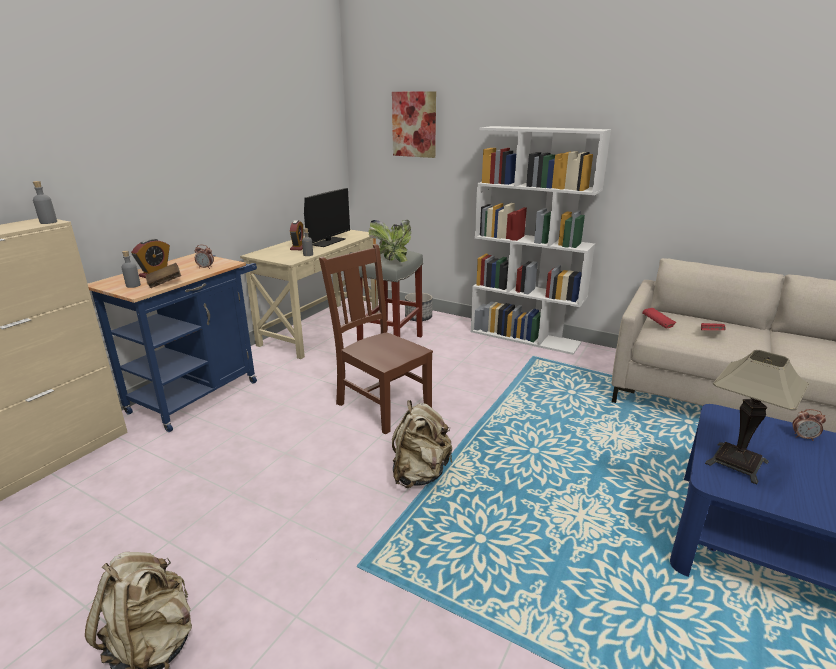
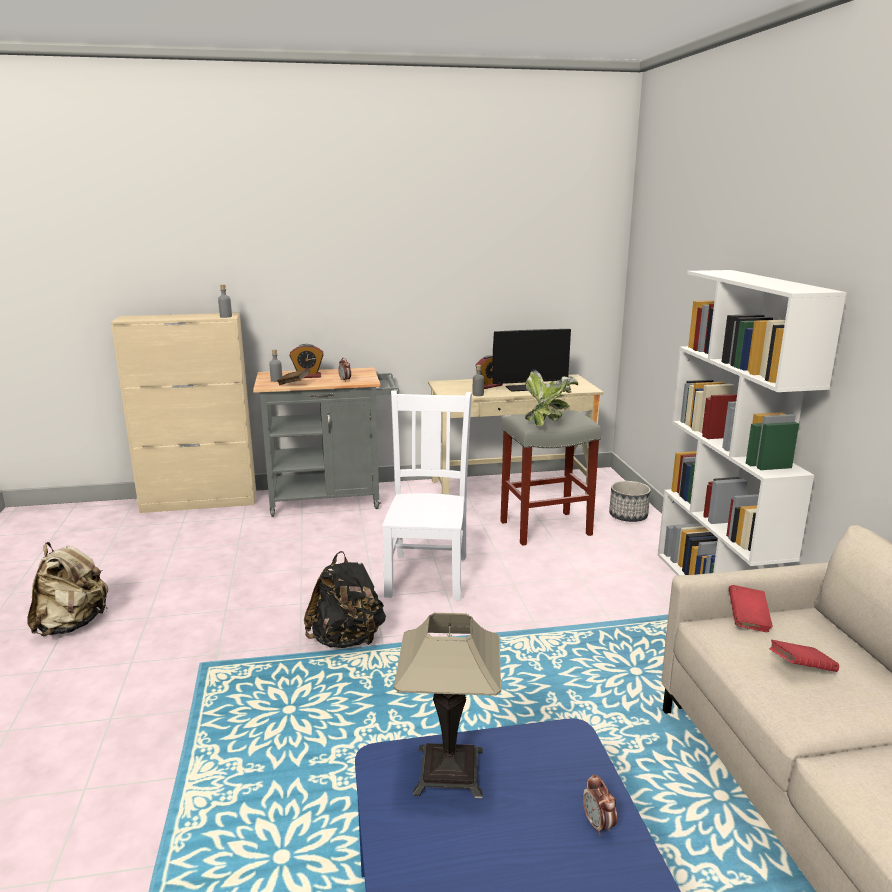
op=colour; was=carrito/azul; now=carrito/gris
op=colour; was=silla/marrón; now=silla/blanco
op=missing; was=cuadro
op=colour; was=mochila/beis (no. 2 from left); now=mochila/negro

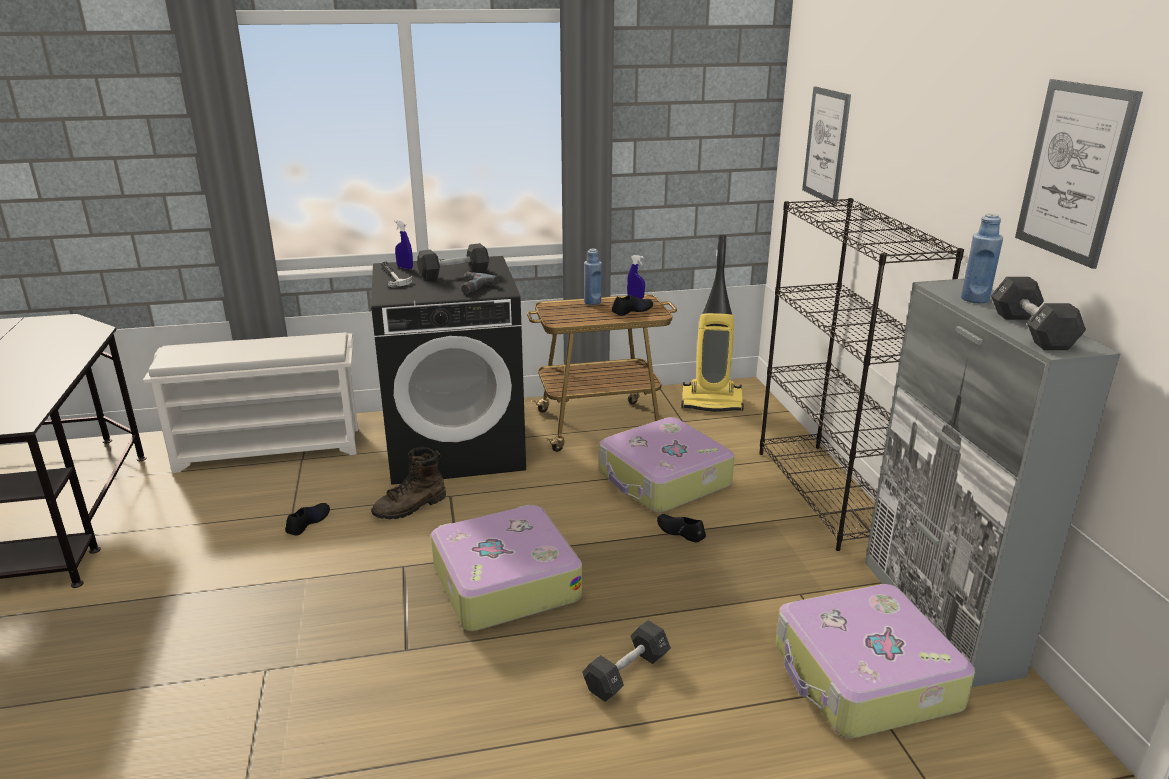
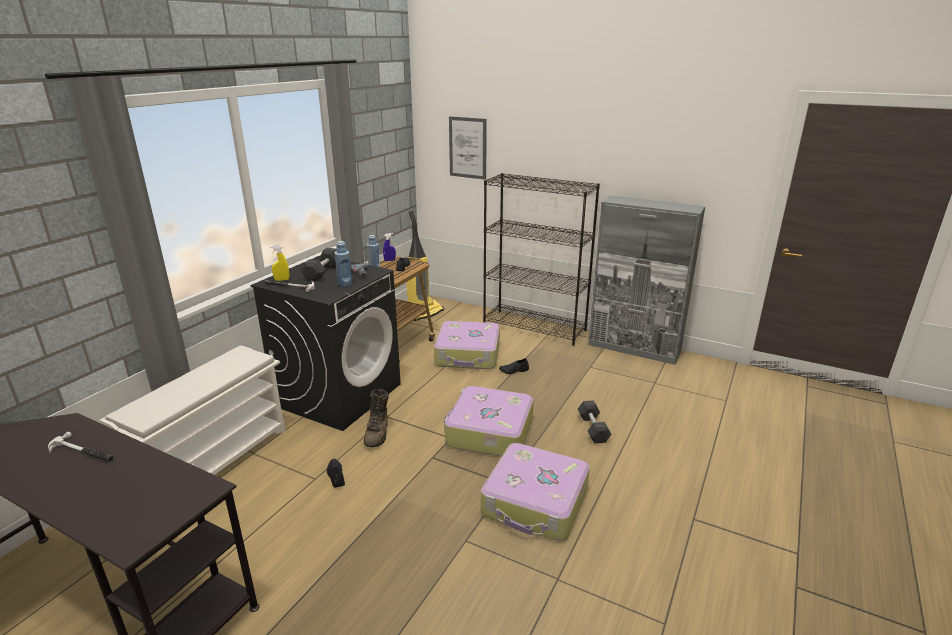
op=colour; was=pulverizador/azul (no. 1 from left); now=pulverizador/amarillo
op=relocated; was=maleta (no. 3 from left)
op=relocated; was=botella/azul (no. 2 from left in the first image); now=botella/azul (no. 1 from left)
op=missing; was=mancuerna/negro (no. 3 from left)
op=missing; was=cuadro (no. 2 from left)
op=appeared; now=martillo (no. 1 from left)

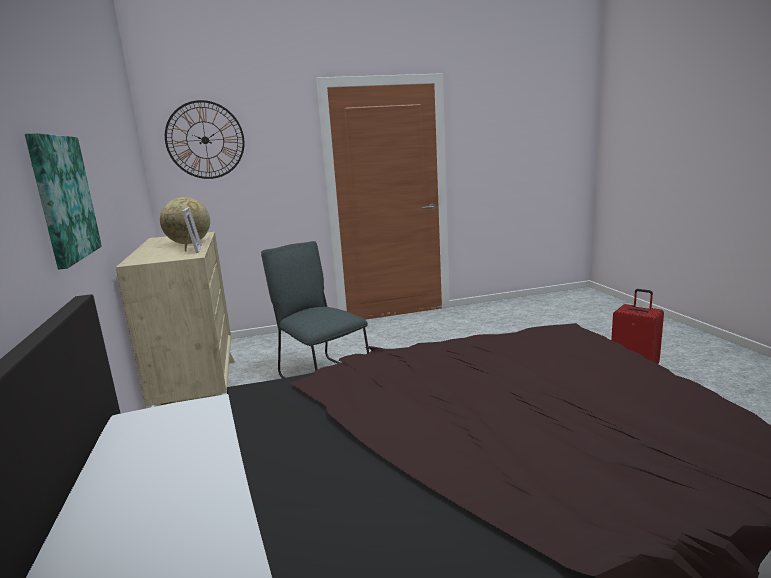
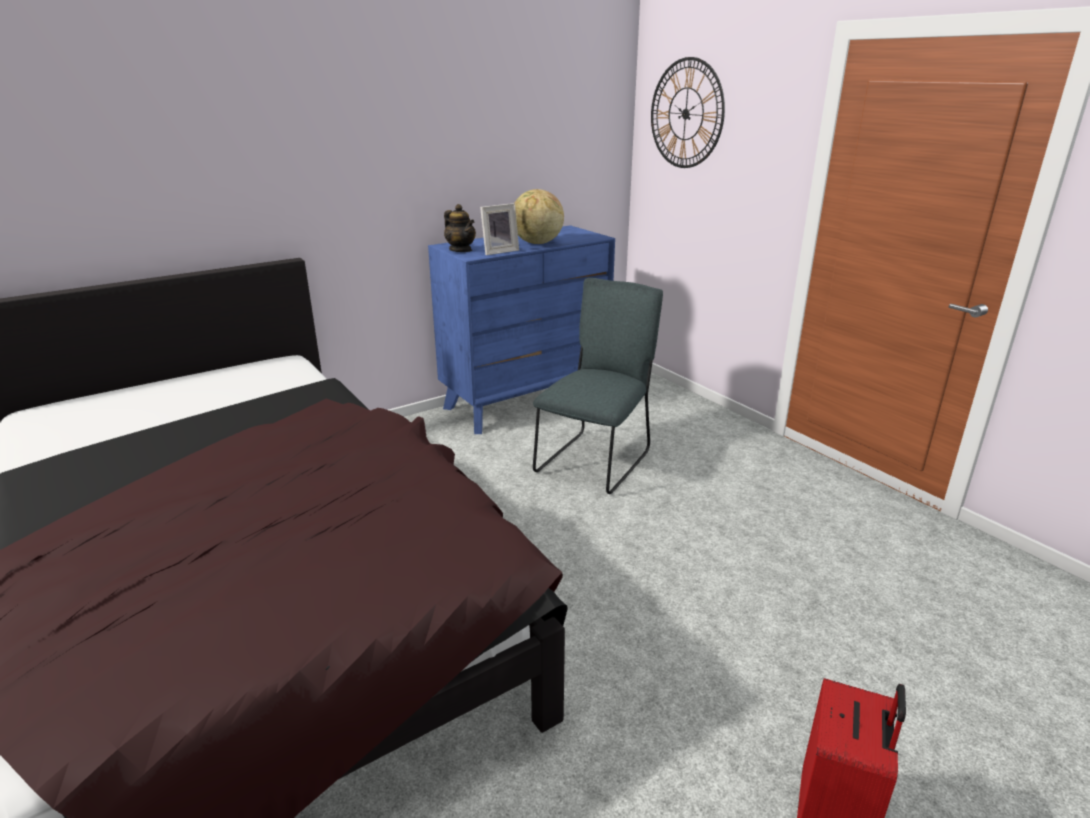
op=missing; was=cuadro
op=colour; was=cómoda/beis; now=cómoda/azul
op=appeared; now=tetera

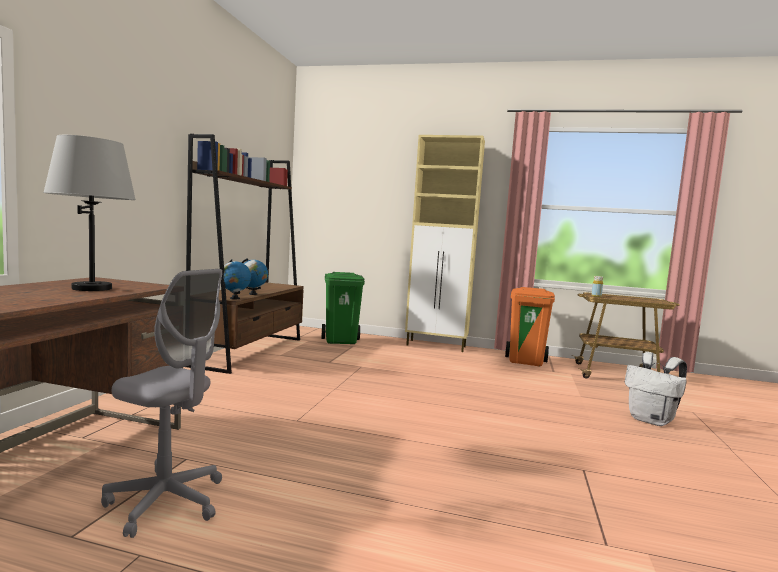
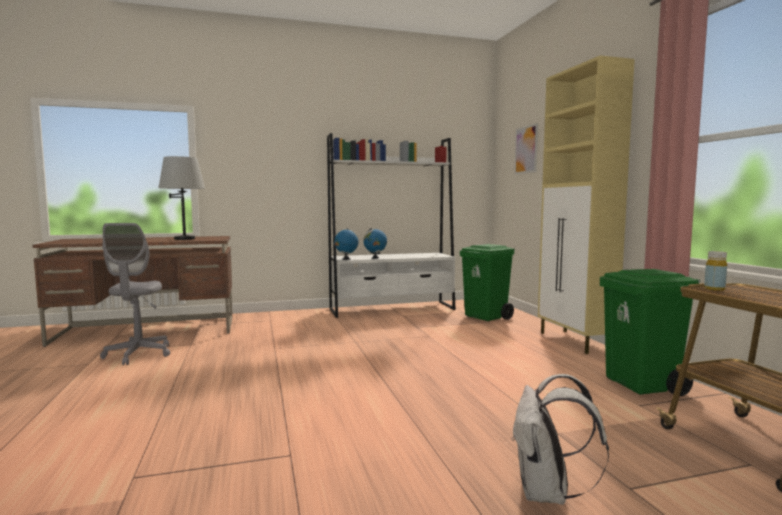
op=colour; was=estantería/marrón; now=estantería/blanco
op=colour; was=papelera/naranja; now=papelera/verde (no. 2 from left)
op=appeared; now=cuadro

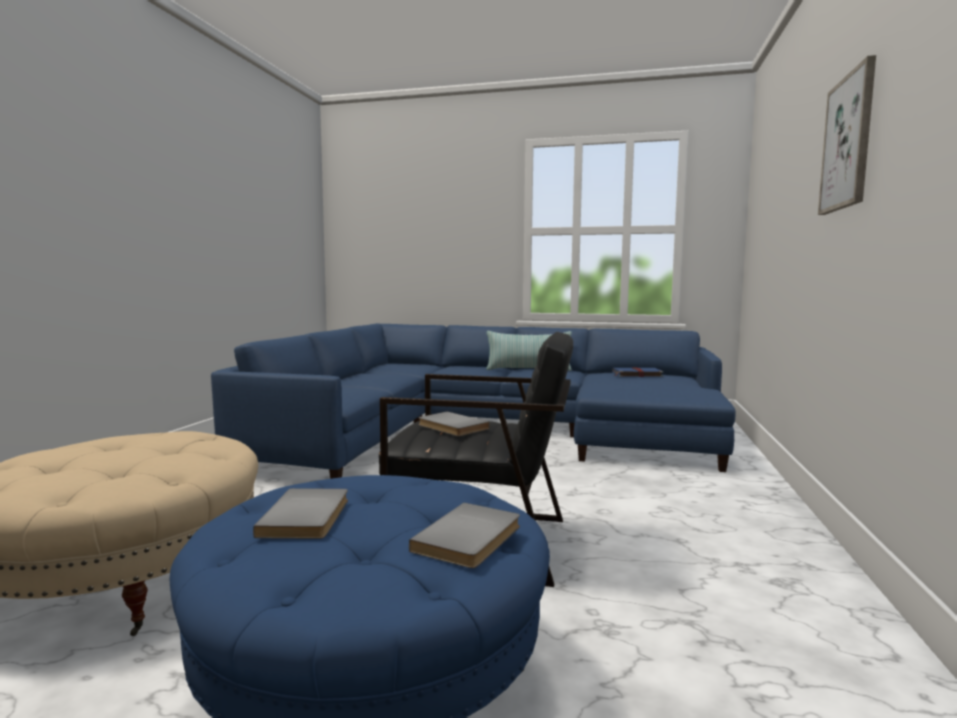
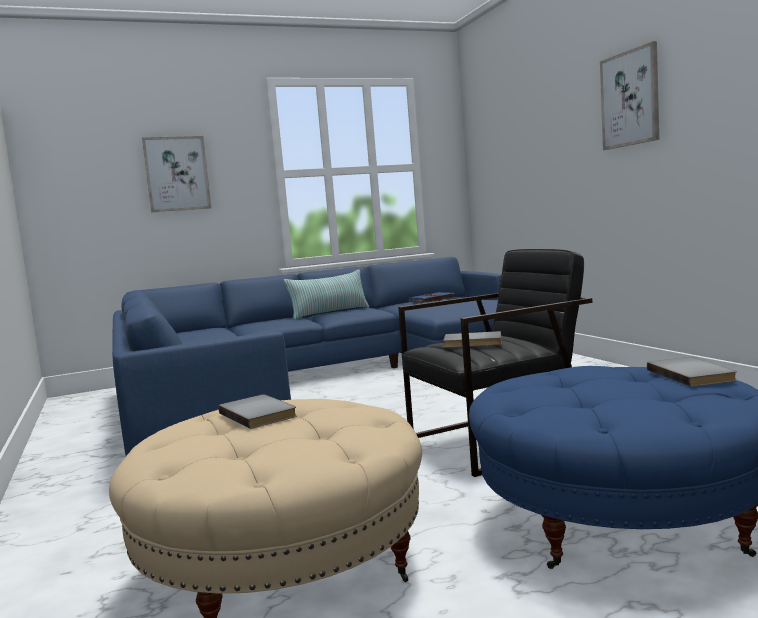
op=relocated; was=libro/gris (no. 1 from left)
op=appeared; now=cuadro (no. 1 from left)

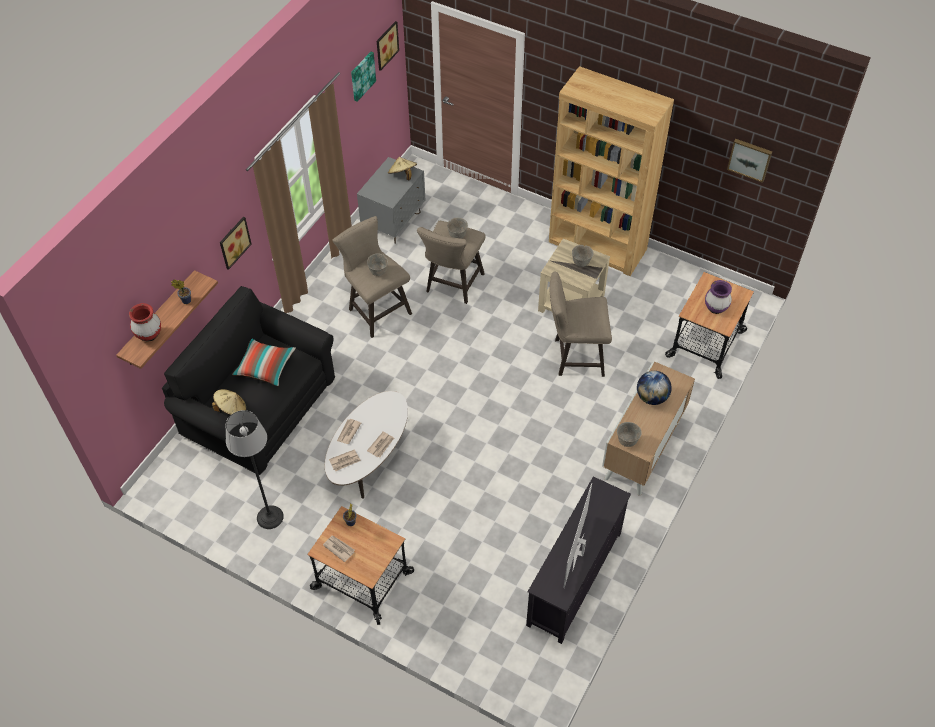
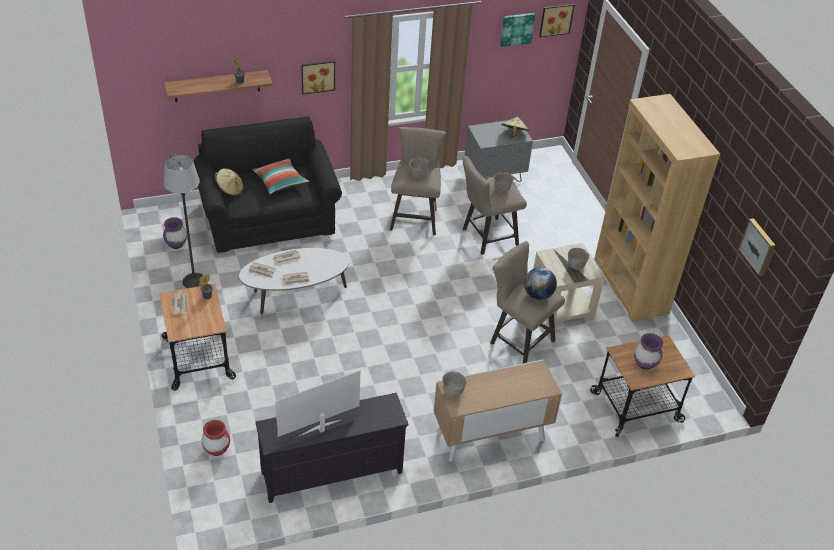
op=relocated; was=florero/rojo
op=relocated; was=globo terráqueo
op=appeared; now=florero/morado (no. 1 from left)

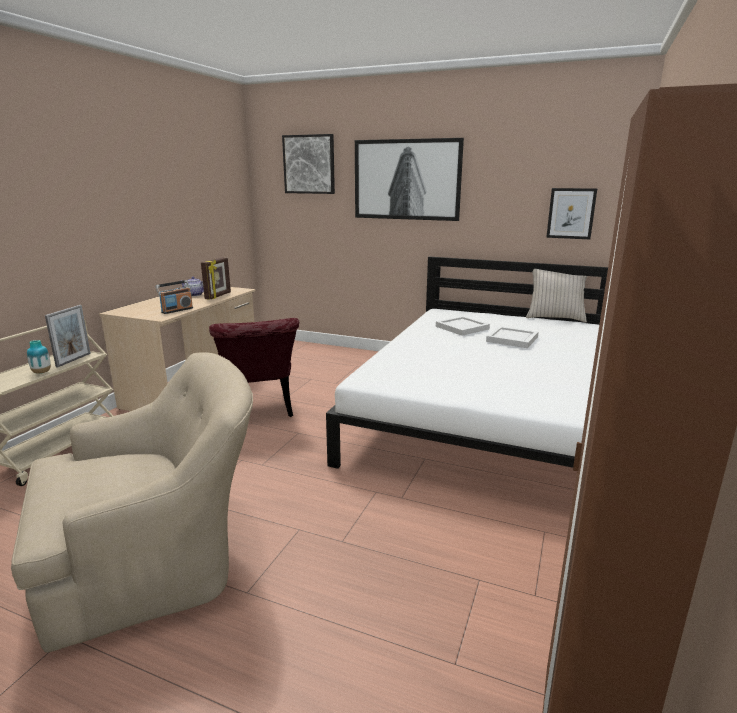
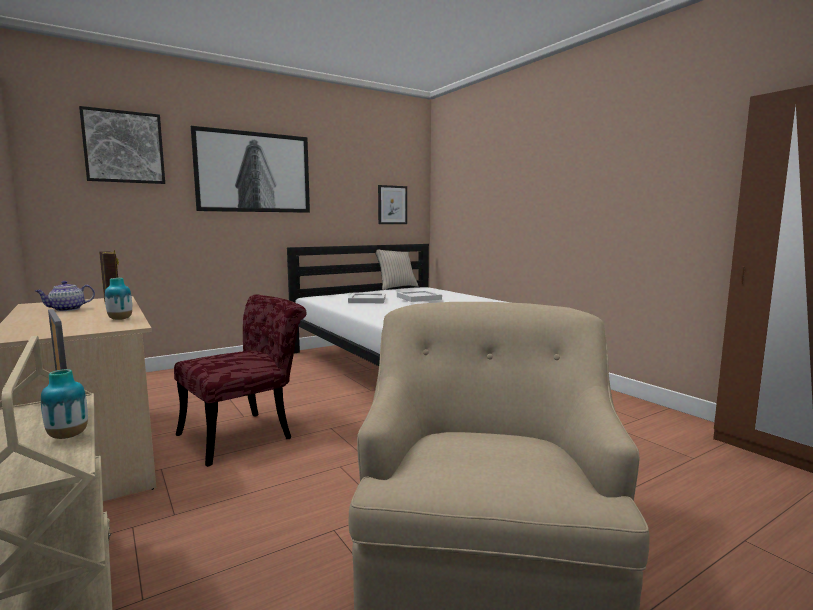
op=exchanged; was=radio; now=florero (no. 2 from left)
op=spun; was=silla/rojo; clockwise=-60

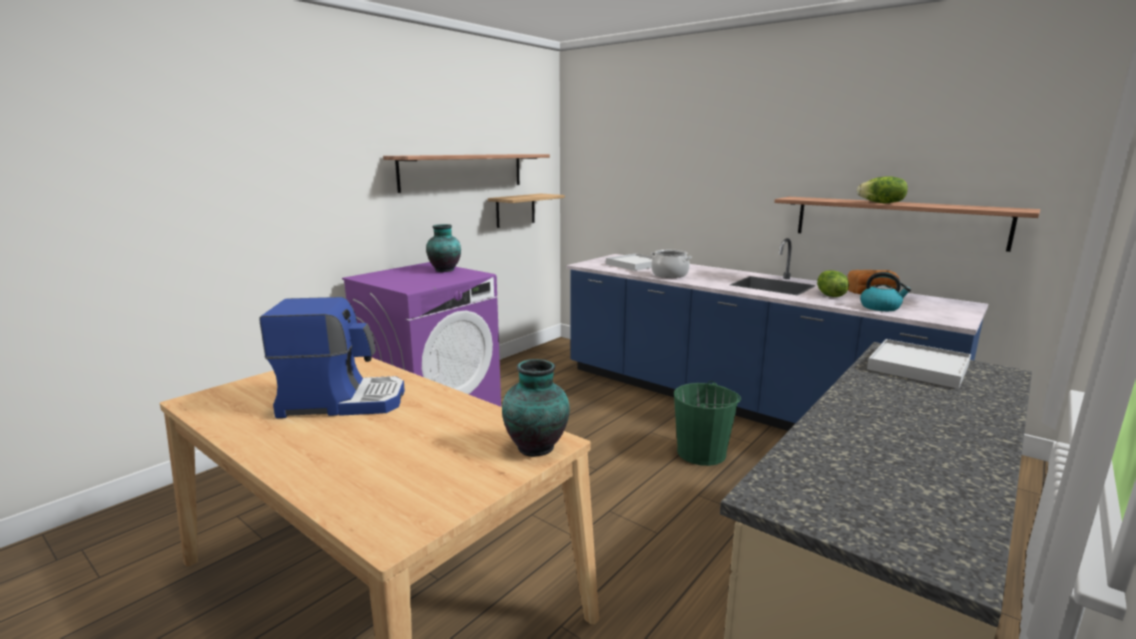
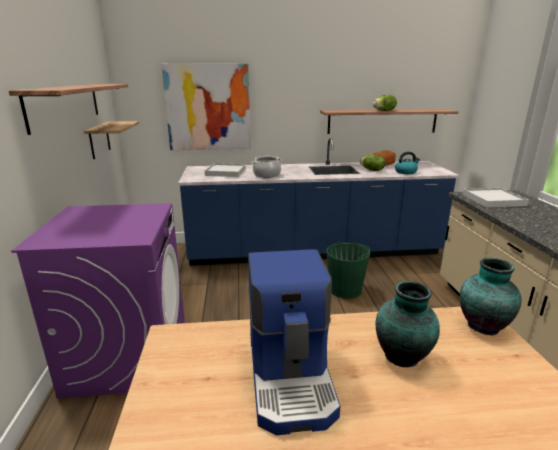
op=spun; was=cafetera; clockwise=135
op=relocated; was=florero (no. 1 from left)
op=appeared; now=cuadro

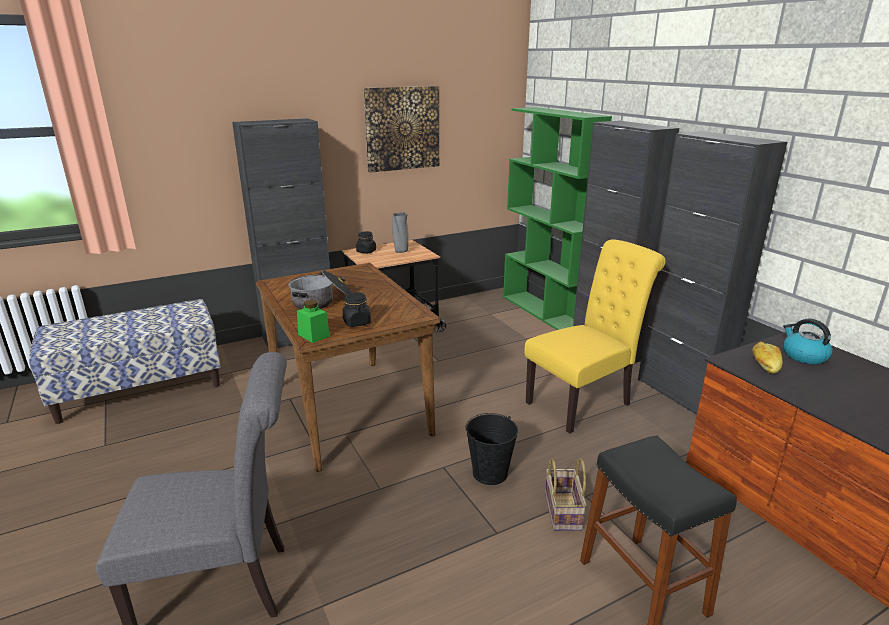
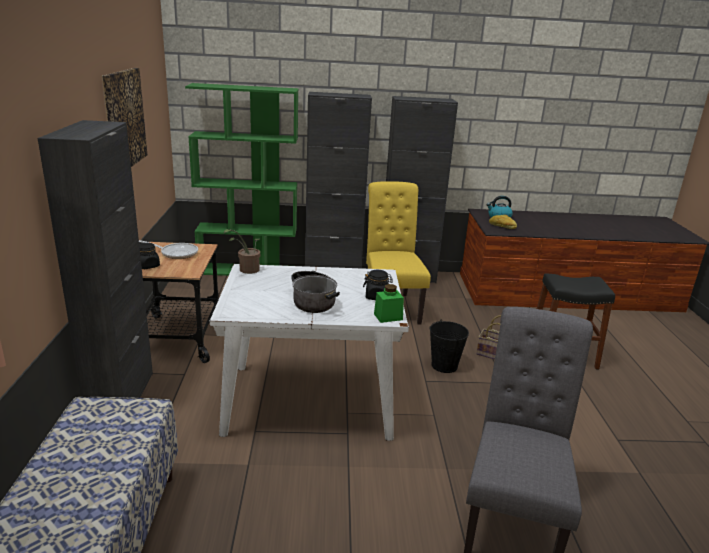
op=colour; was=mesa de comedor/marrón; now=mesa de comedor/blanco
op=exchanged; was=florero/gris; now=sartén
op=appeared; now=planta en maceta

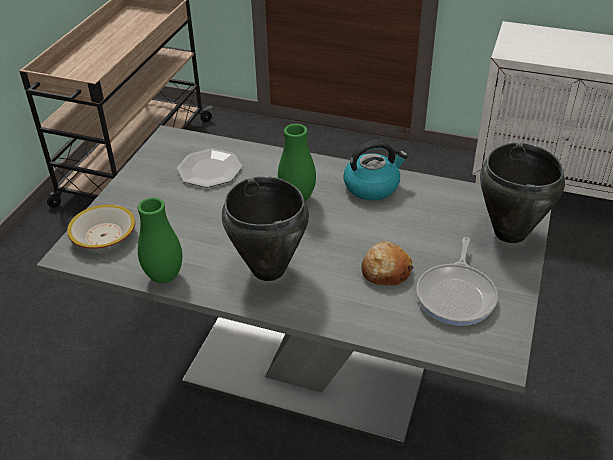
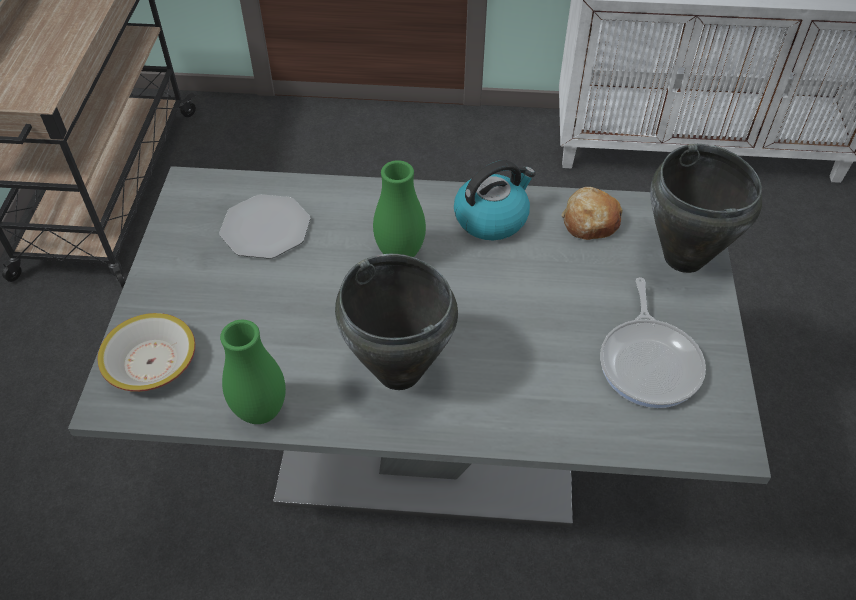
op=relocated; was=pan

